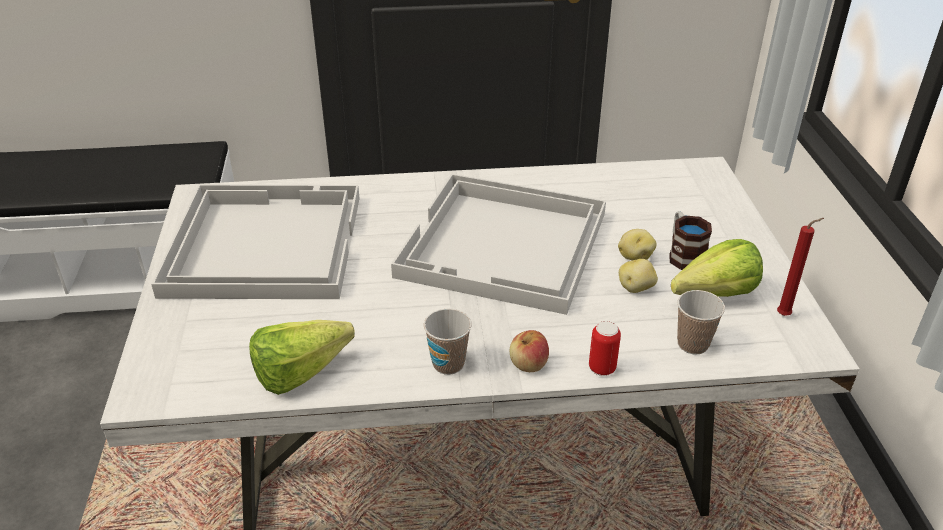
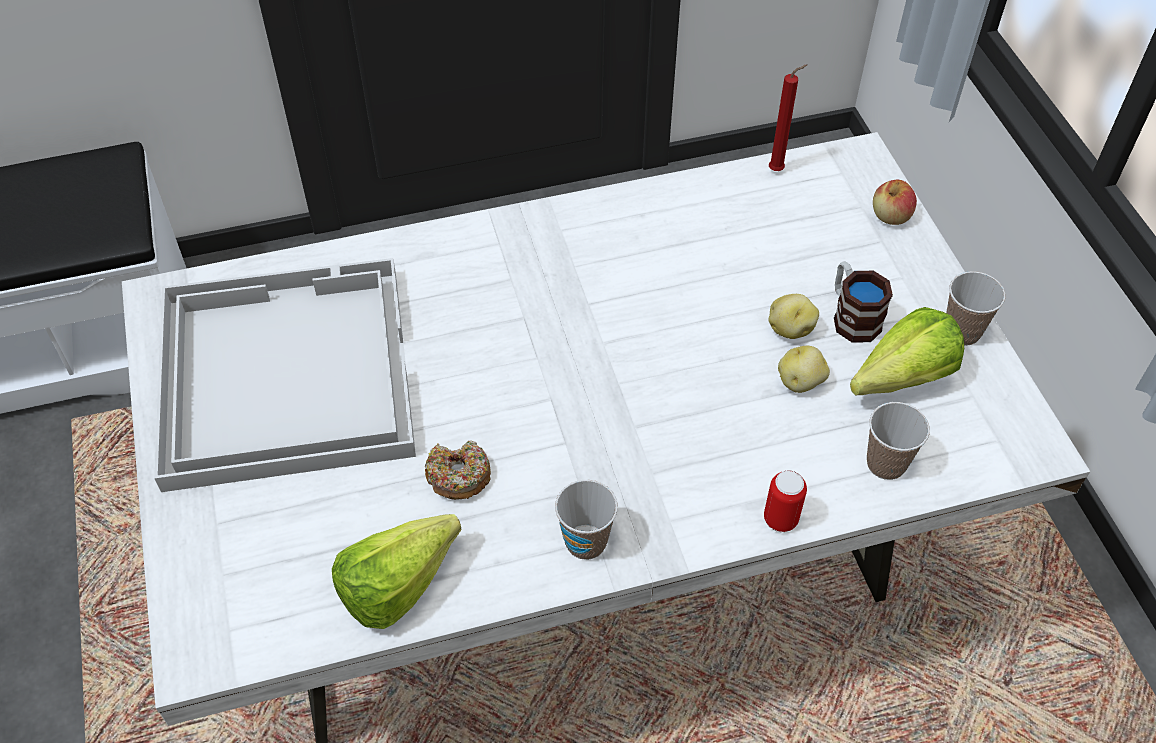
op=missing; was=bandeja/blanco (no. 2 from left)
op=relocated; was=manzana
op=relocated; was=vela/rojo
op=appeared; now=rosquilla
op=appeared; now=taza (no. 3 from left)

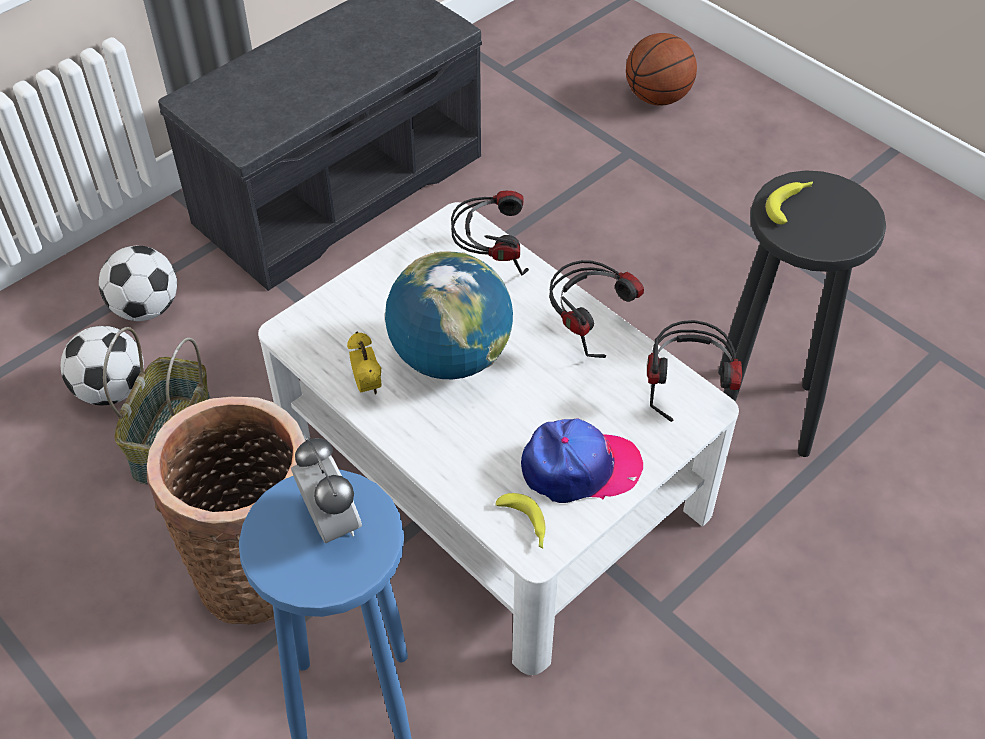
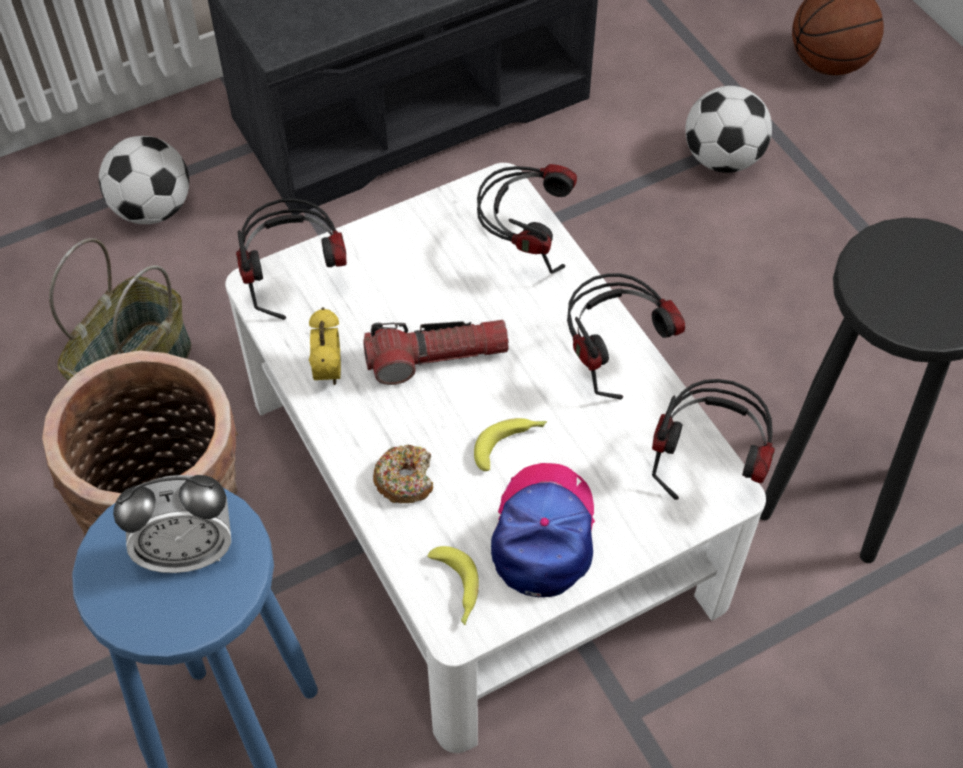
op=relocated; was=balón de fútbol (no. 1 from left in the first image); now=balón de fútbol (no. 2 from left)
op=spun; was=despertador (no. 1 from left); clockwise=90
op=exchanged; was=globo terráqueo; now=linterna
op=spun; was=gorra; clockwise=-90
op=relocated; was=plátano (no. 2 from left)
op=appeared; now=auriculares (no. 1 from left)
op=appeared; now=rosquilla

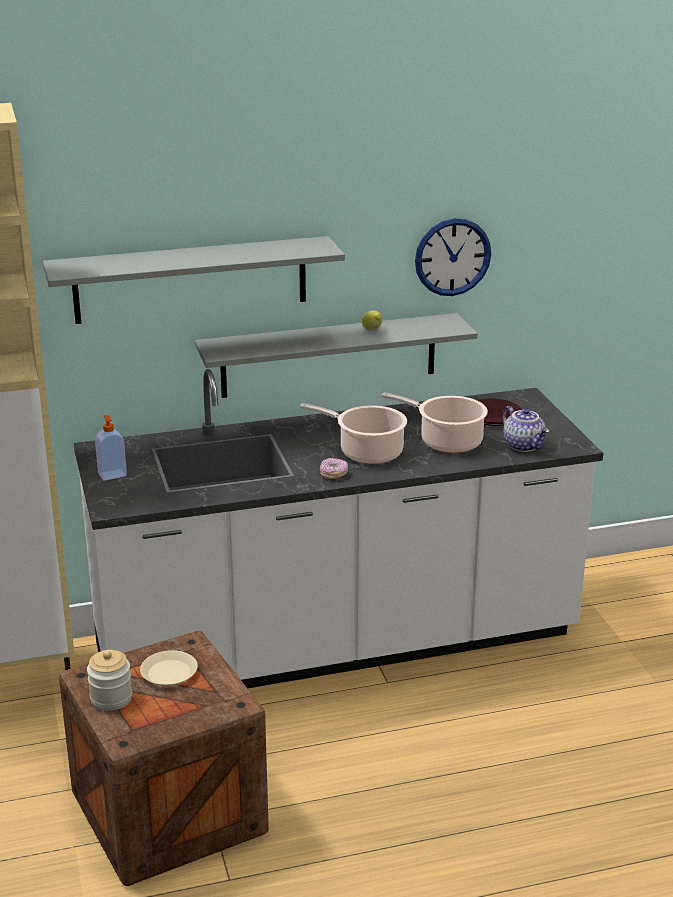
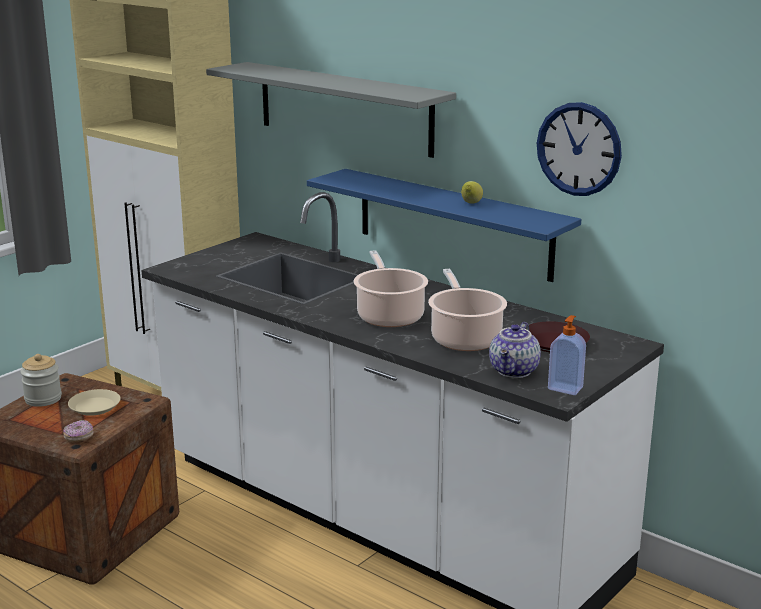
op=relocated; was=dispensador de jabón
op=colour; was=estante/gris (no. 2 from left); now=estante/azul
op=relocated; was=rosquilla

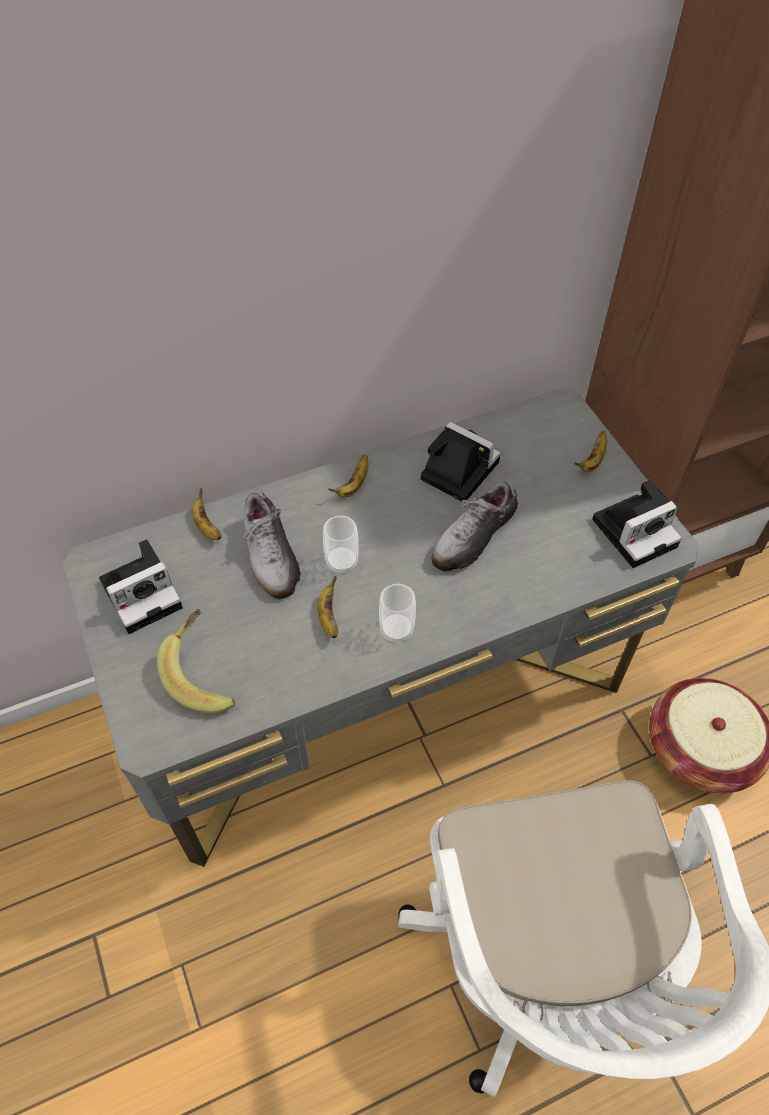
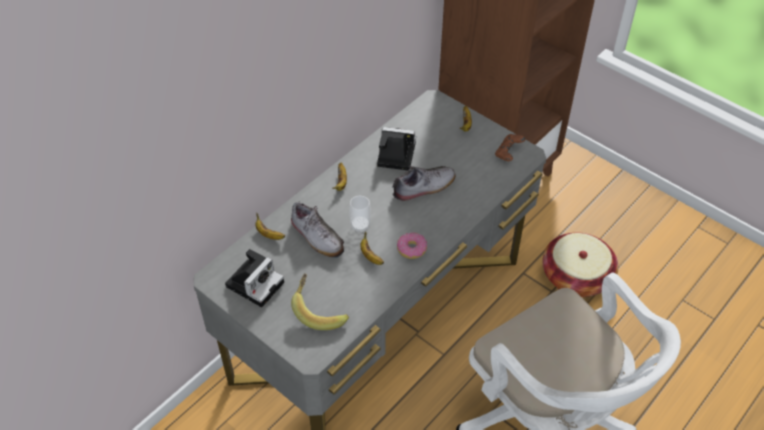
op=exchanged; was=taza (no. 2 from left); now=rosquilla
op=spun; was=zapato (no. 2 from left); clockwise=-135
op=exchanged; was=cámara (no. 3 from left); now=mando de consola/marrón

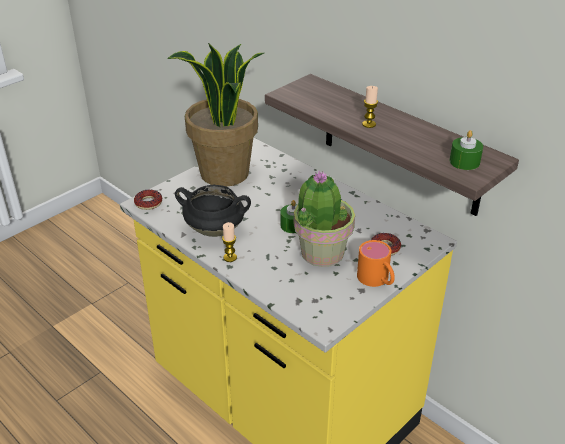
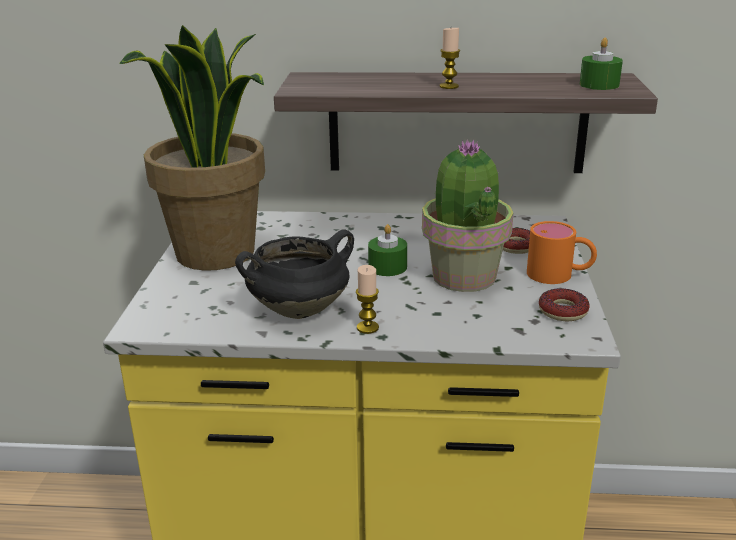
op=relocated; was=rosquilla (no. 1 from left in the first image); now=rosquilla (no. 2 from left)

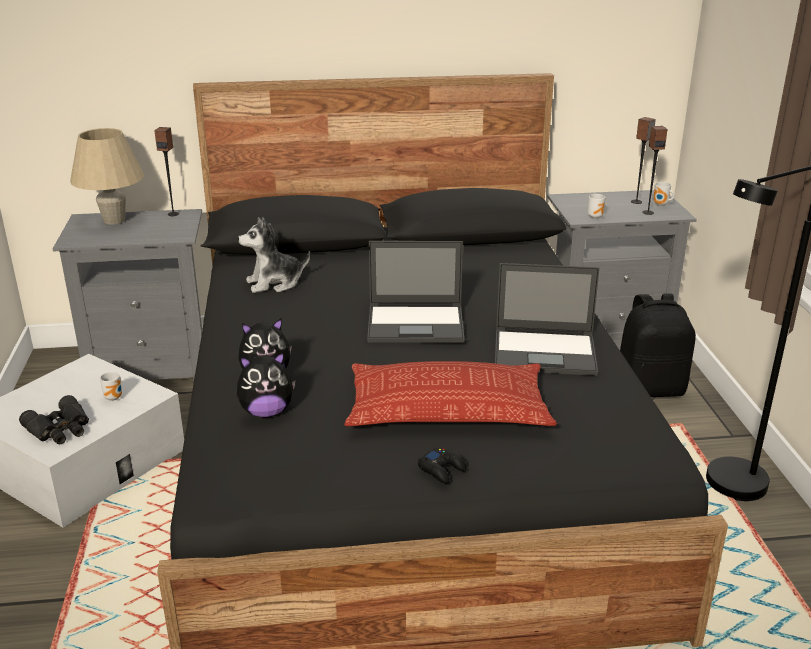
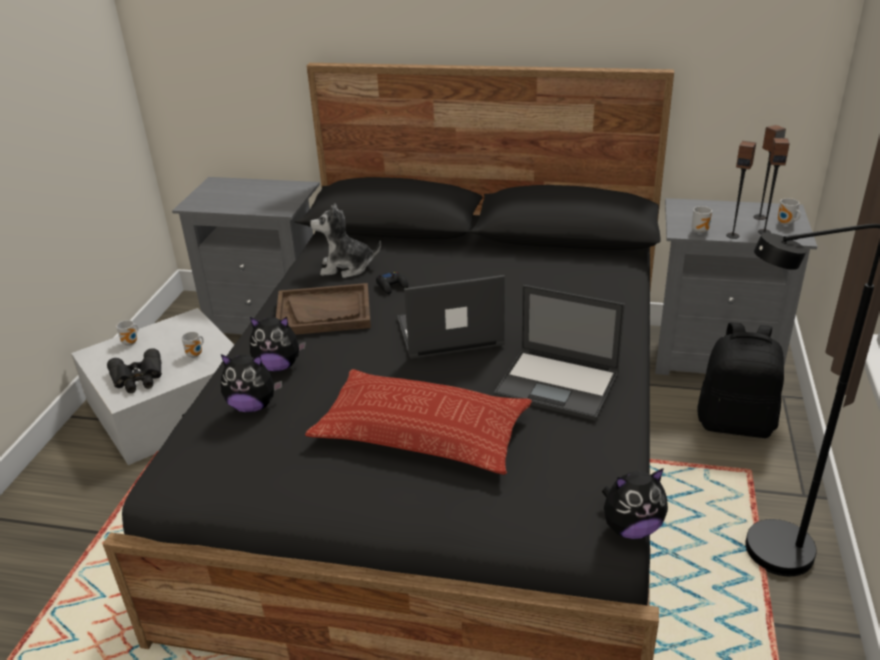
op=missing; was=lámpara de mesa/beis
op=relocated; was=altavoz (no. 1 from left)
op=spun; was=portátil (no. 1 from left); clockwise=150
op=relocated; was=mando de consola/negro
op=appeared; now=taza grande (no. 1 from left)
op=appeared; now=bandeja/marrón
op=appeared; now=peluche (no. 4 from left)

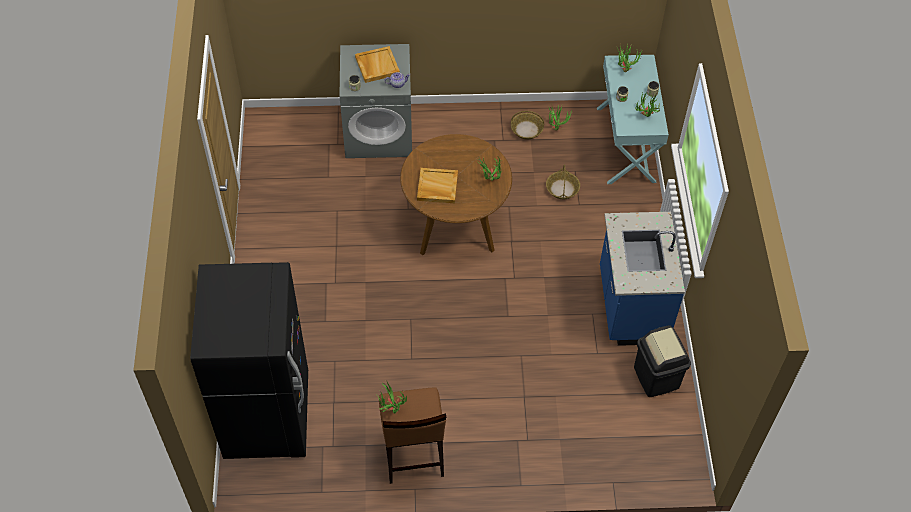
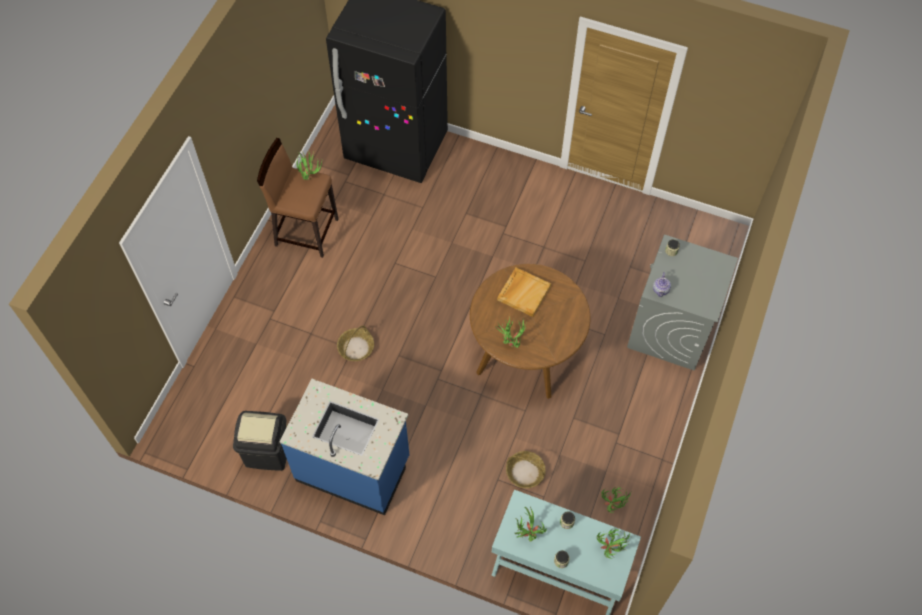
op=missing; was=bandeja/beis (no. 1 from left)
op=relocated; was=cesta (no. 1 from left)

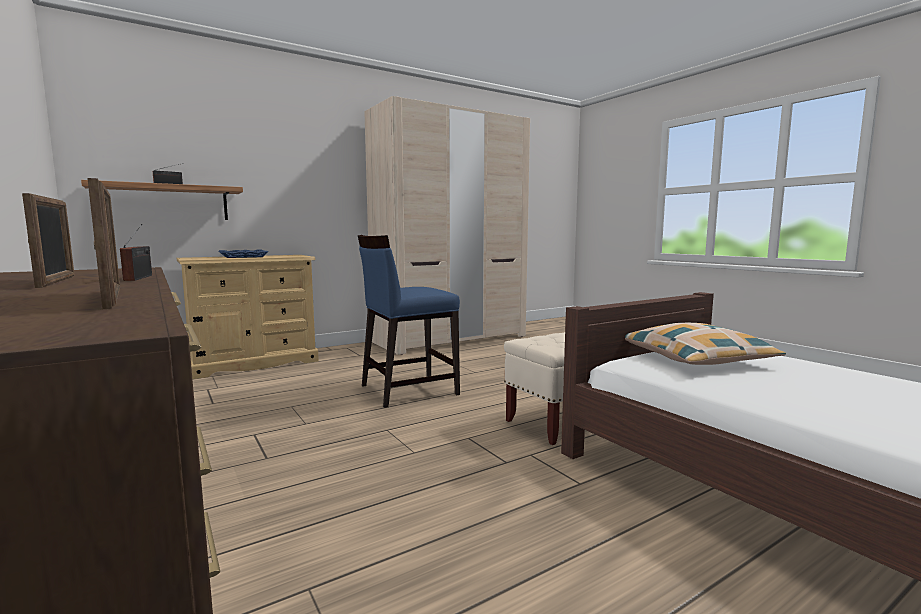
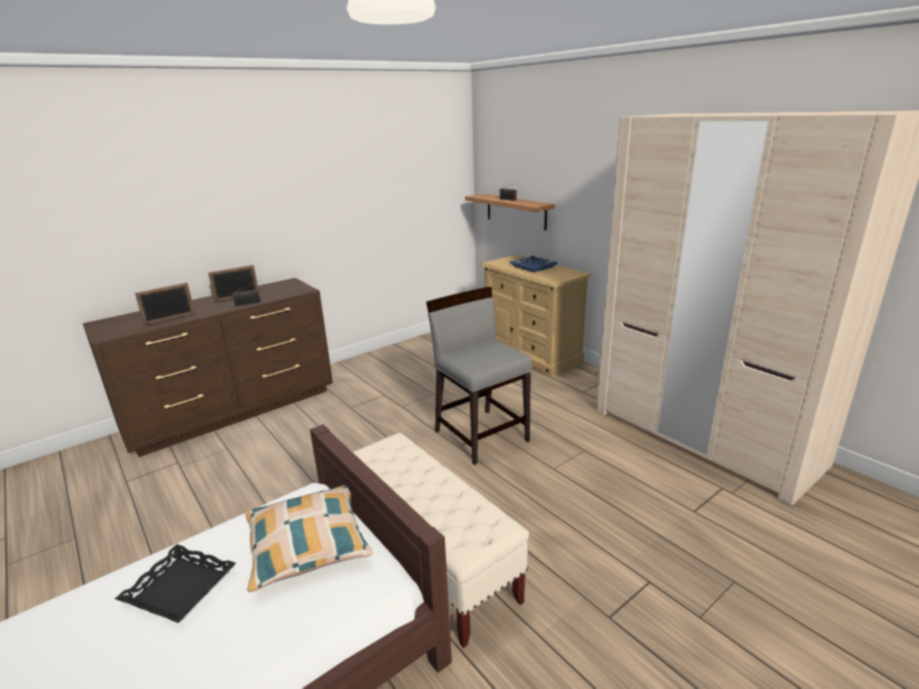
op=colour; was=silla/azul; now=silla/gris
op=appeared; now=bandeja/negro

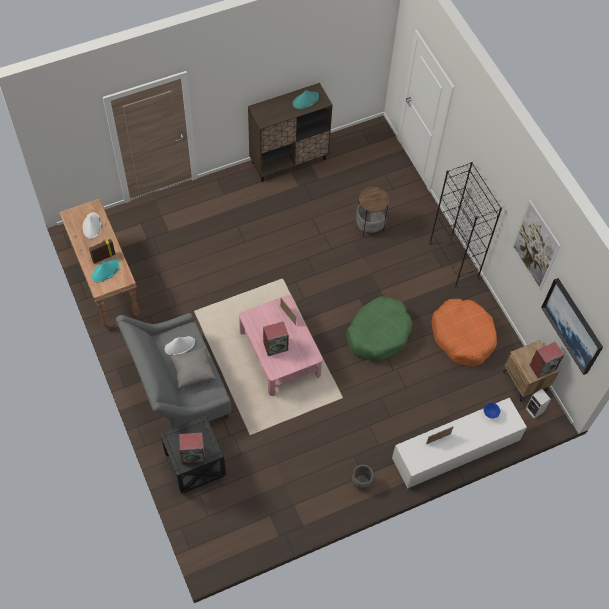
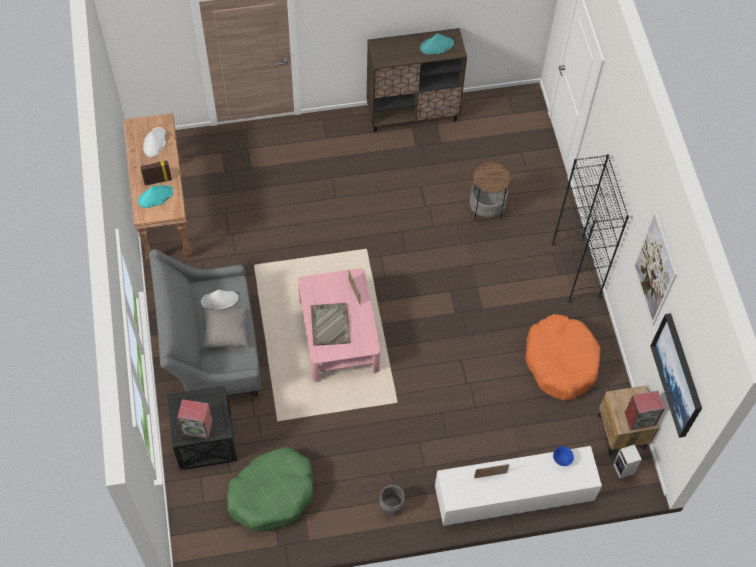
op=exchanged; was=altavoz (no. 2 from left); now=bandeja/gris
op=relocated; was=cama para perro/verde

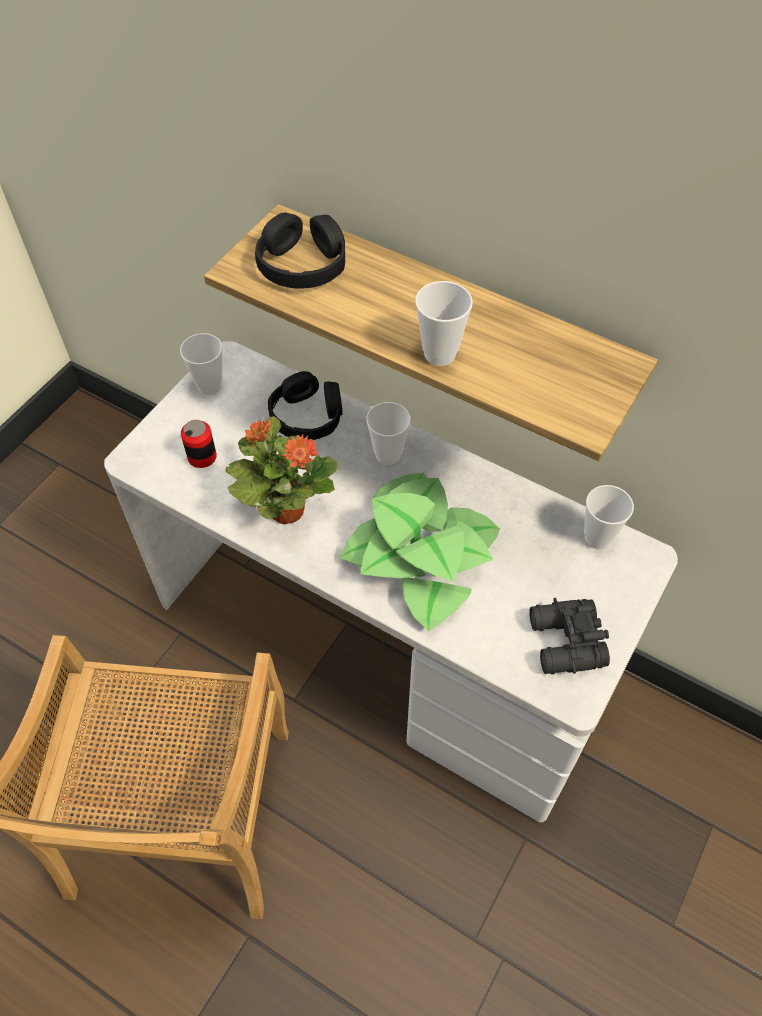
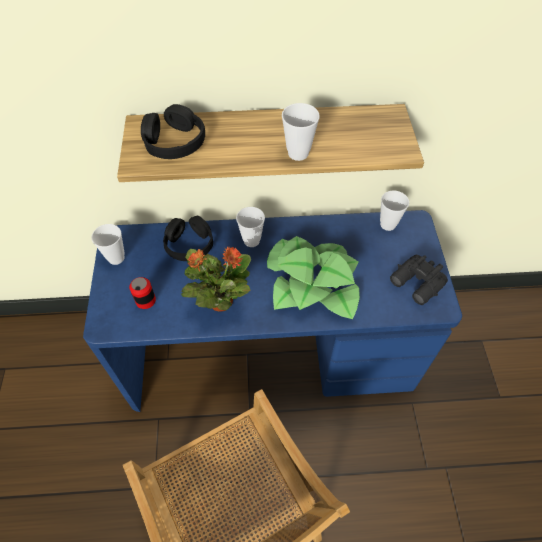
op=colour; was=escritorio/blanco; now=escritorio/azul

